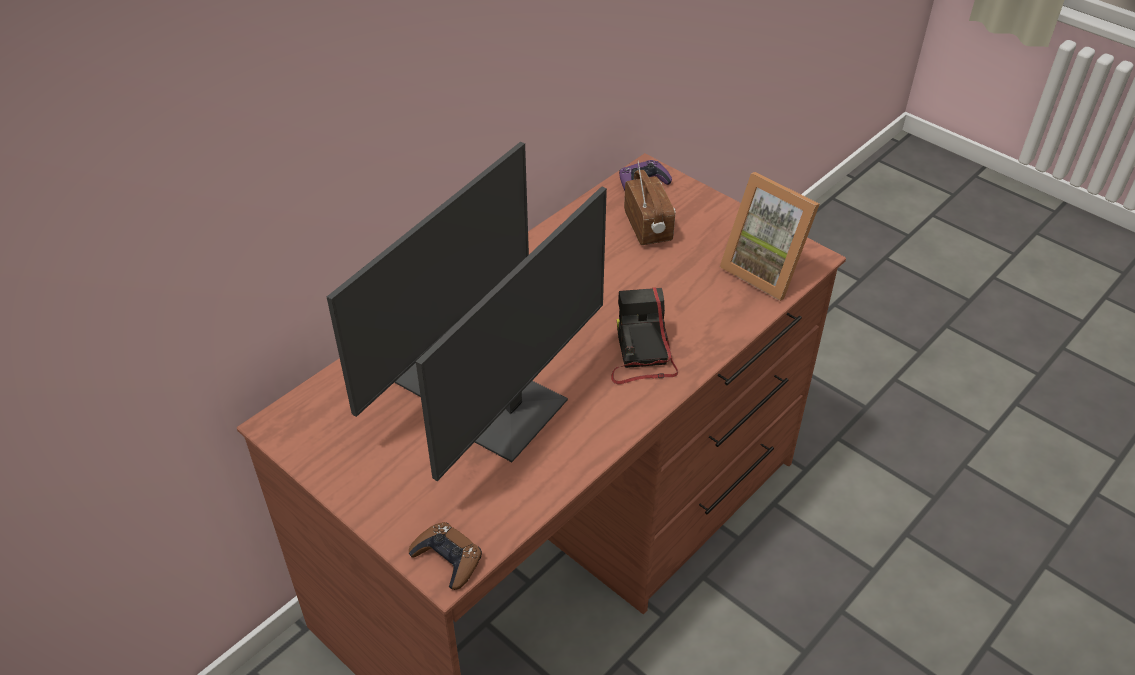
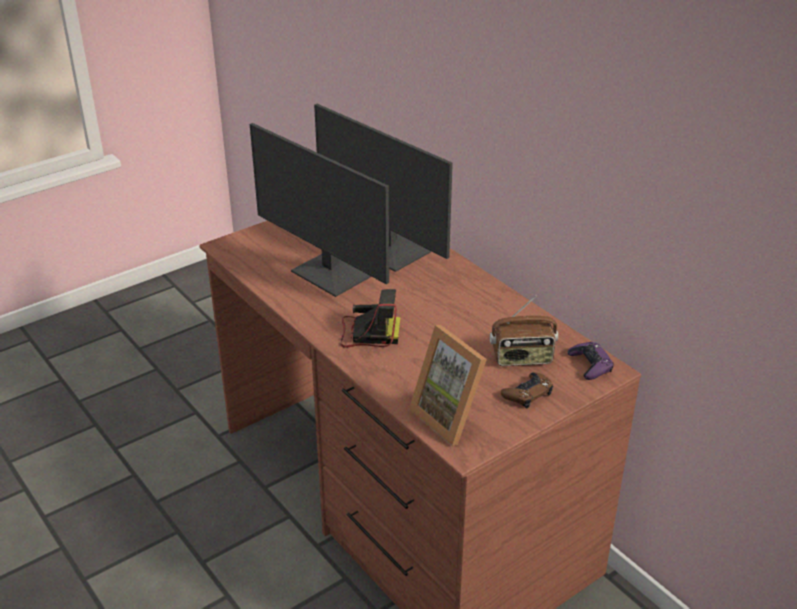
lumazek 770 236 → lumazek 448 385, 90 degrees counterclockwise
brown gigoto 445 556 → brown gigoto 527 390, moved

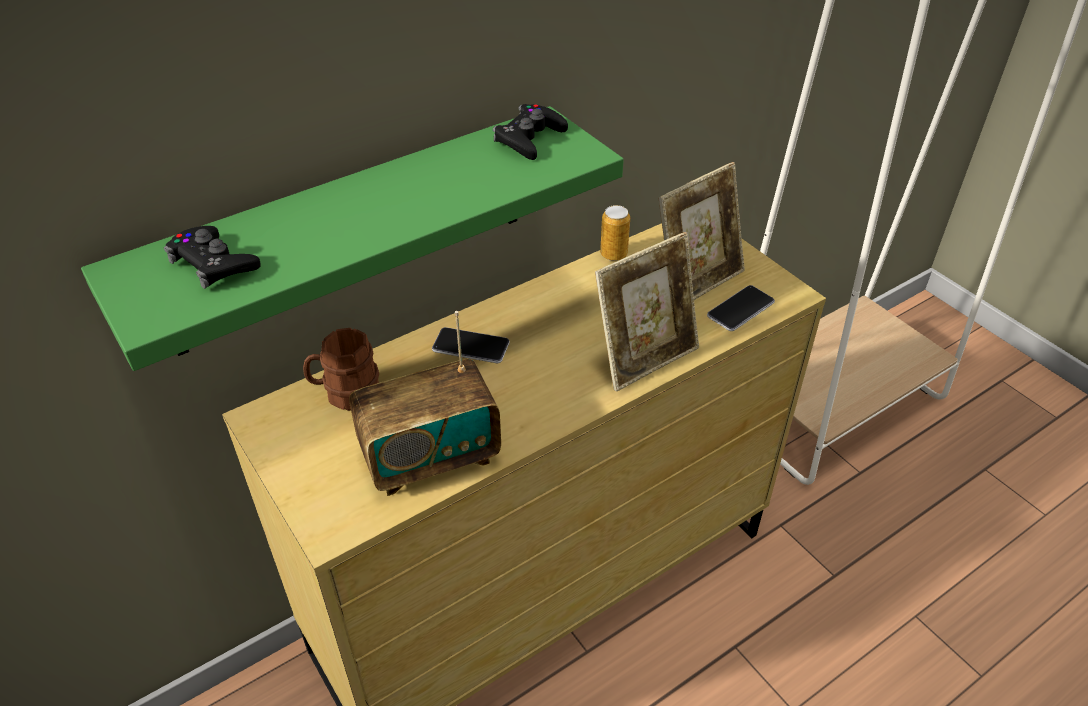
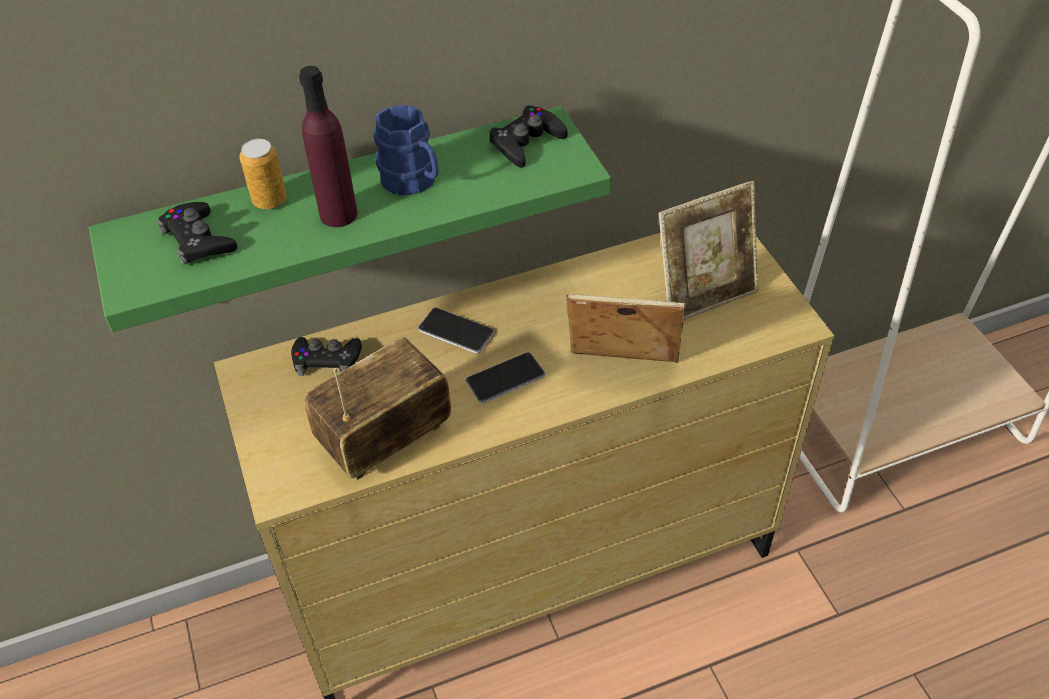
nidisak 615 233 → nidisak 263 174, moved
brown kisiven 341 369 → black gigoto 326 356
- → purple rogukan 328 146
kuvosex 425 403 → kuvosex 377 408, 150 degrees clockwise
- → blue kisiven 406 150
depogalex 741 308 → depogalex 505 377, moved
lumazek 647 312 → lumazek 626 328, 150 degrees counterclockwise

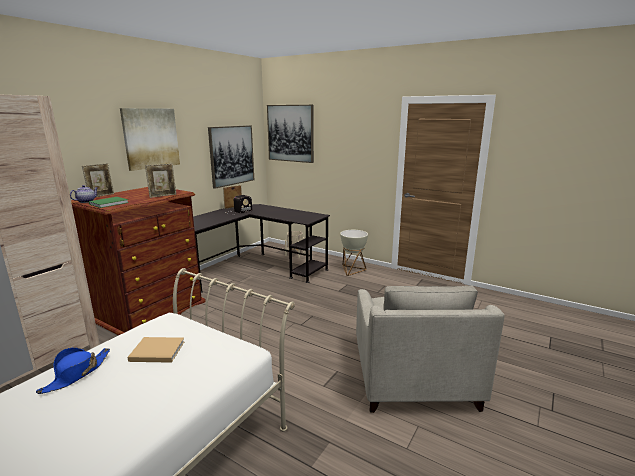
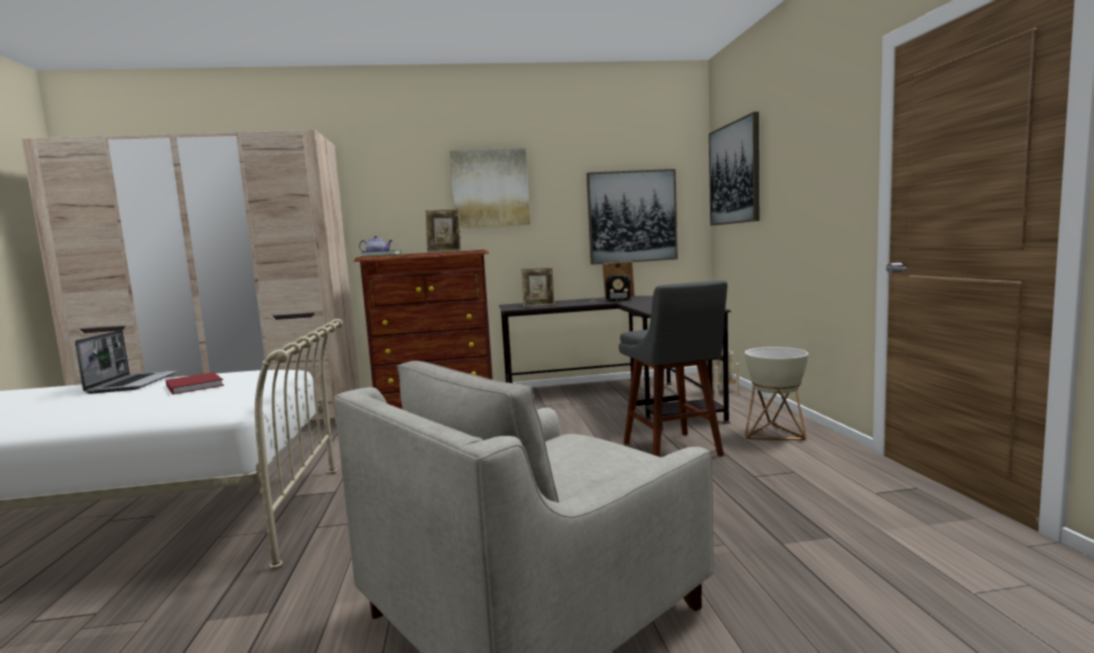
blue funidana 73 371 → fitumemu 126 362
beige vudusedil 156 350 → red vudusedil 194 383
lumazek 98 180 → lumazek 538 287, moved
- → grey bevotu 673 368

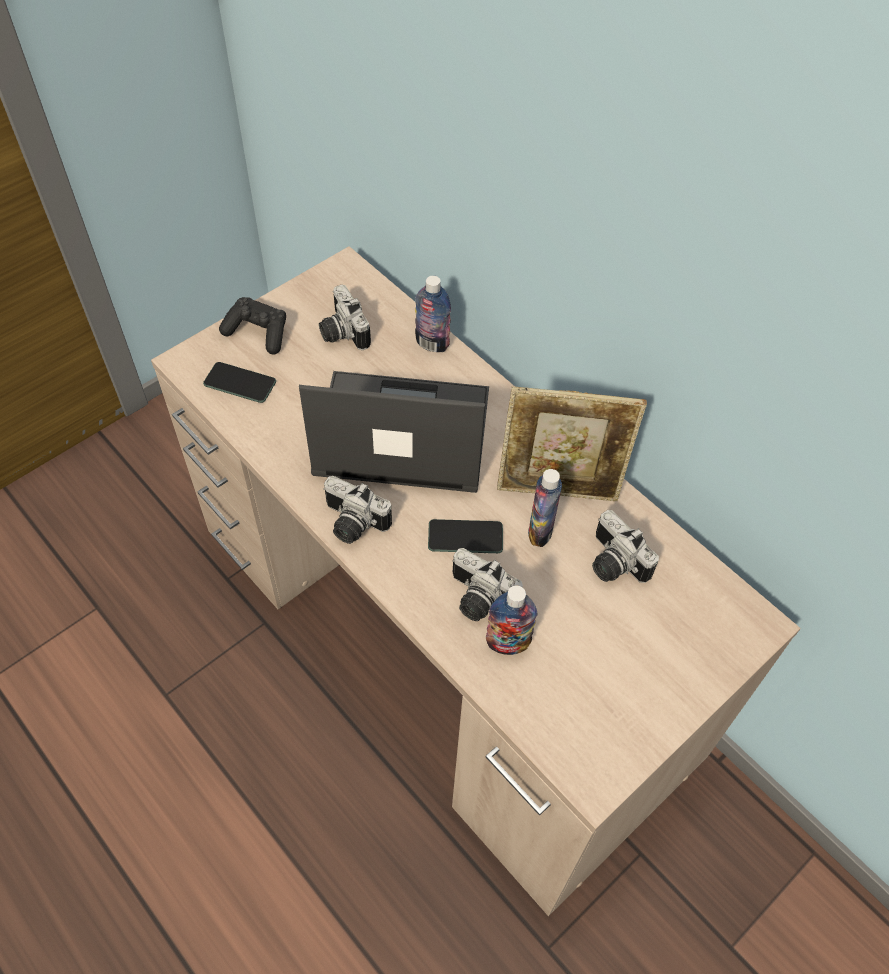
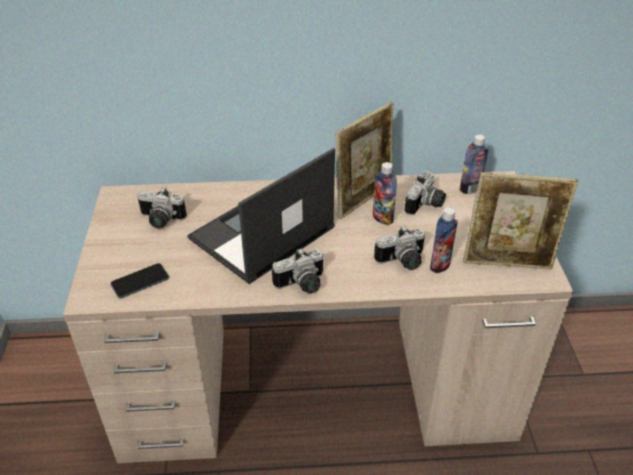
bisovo 625 546 → bisovo 425 193, 60 degrees counterclockwise
rogukan 433 314 → rogukan 474 164, moved
- → lumazek 521 220
black gigoto 252 326 → -
depogalex 465 536 → -

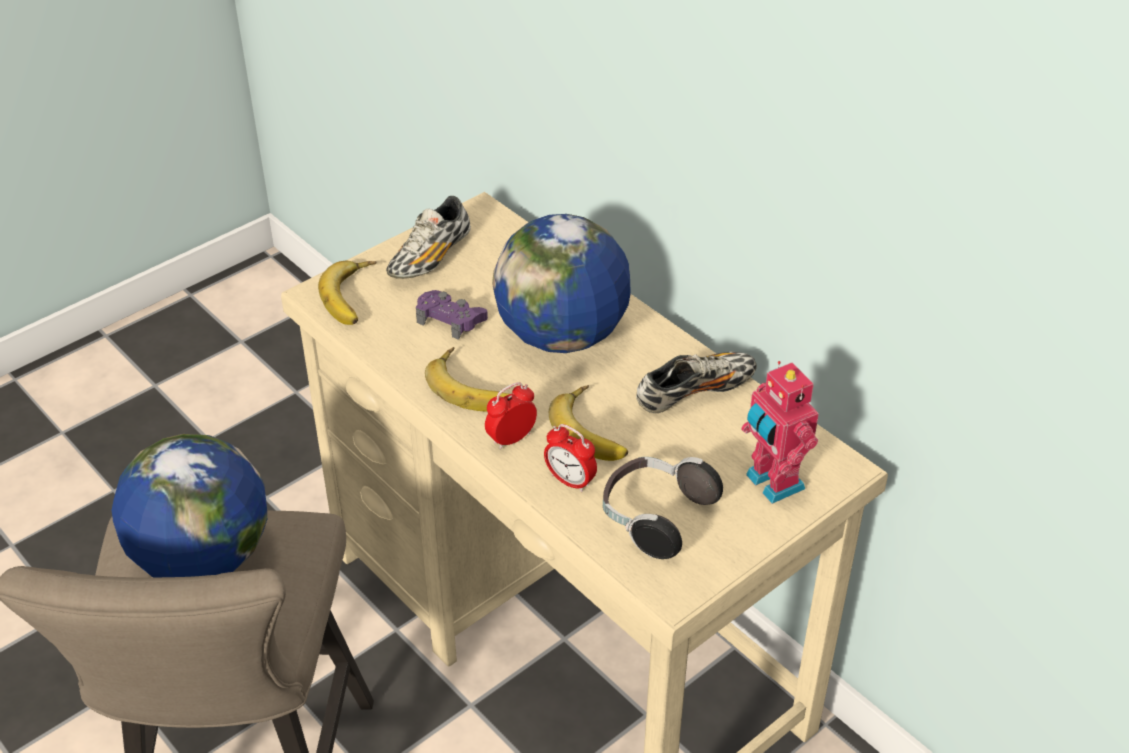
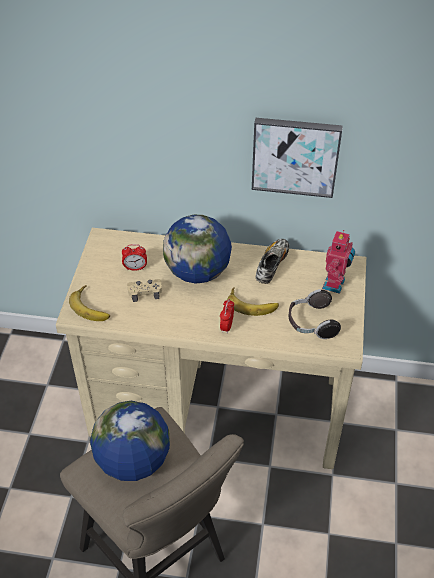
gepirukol 570 458 → gepirukol 134 257, moved
purple gigoto 452 315 → beige gigoto 144 290
- → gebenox 297 158
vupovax 780 432 → vupovax 338 262, 90 degrees counterclockwise
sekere 428 237 → -
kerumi 467 379 → -

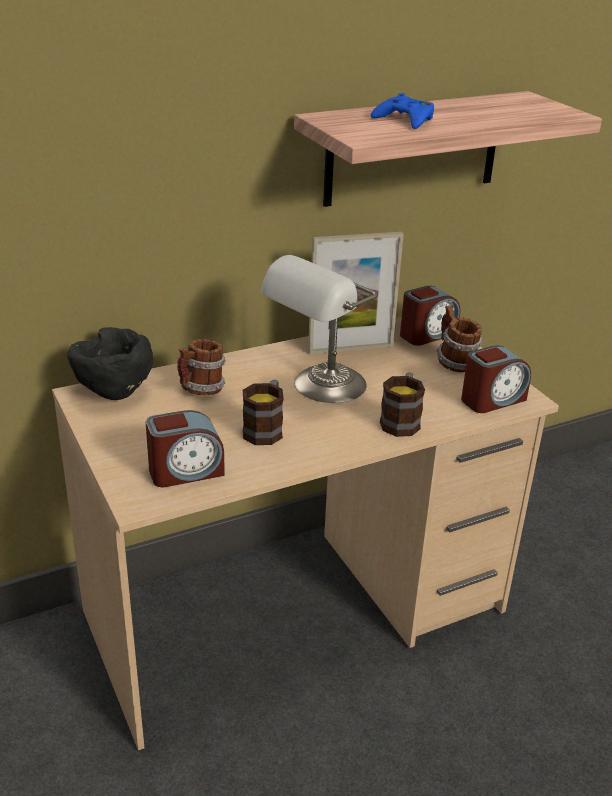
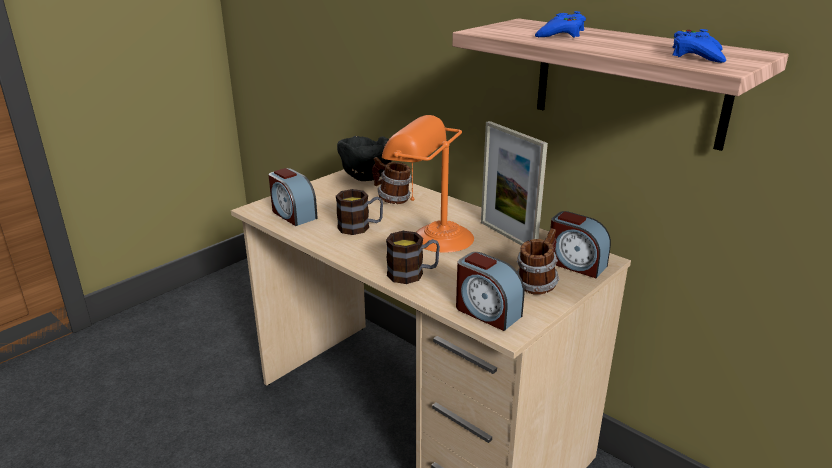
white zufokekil 319 329 → orange zufokekil 428 184
- → blue gigoto 699 46

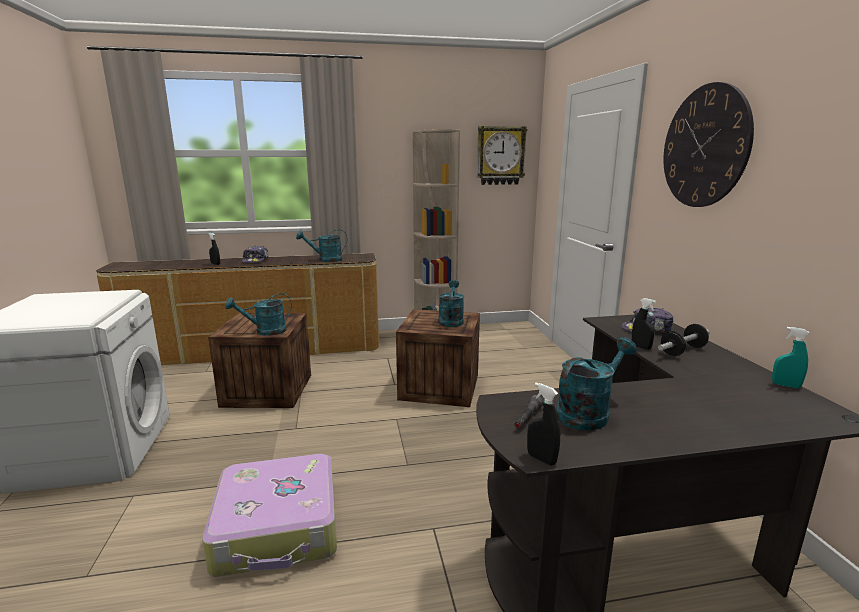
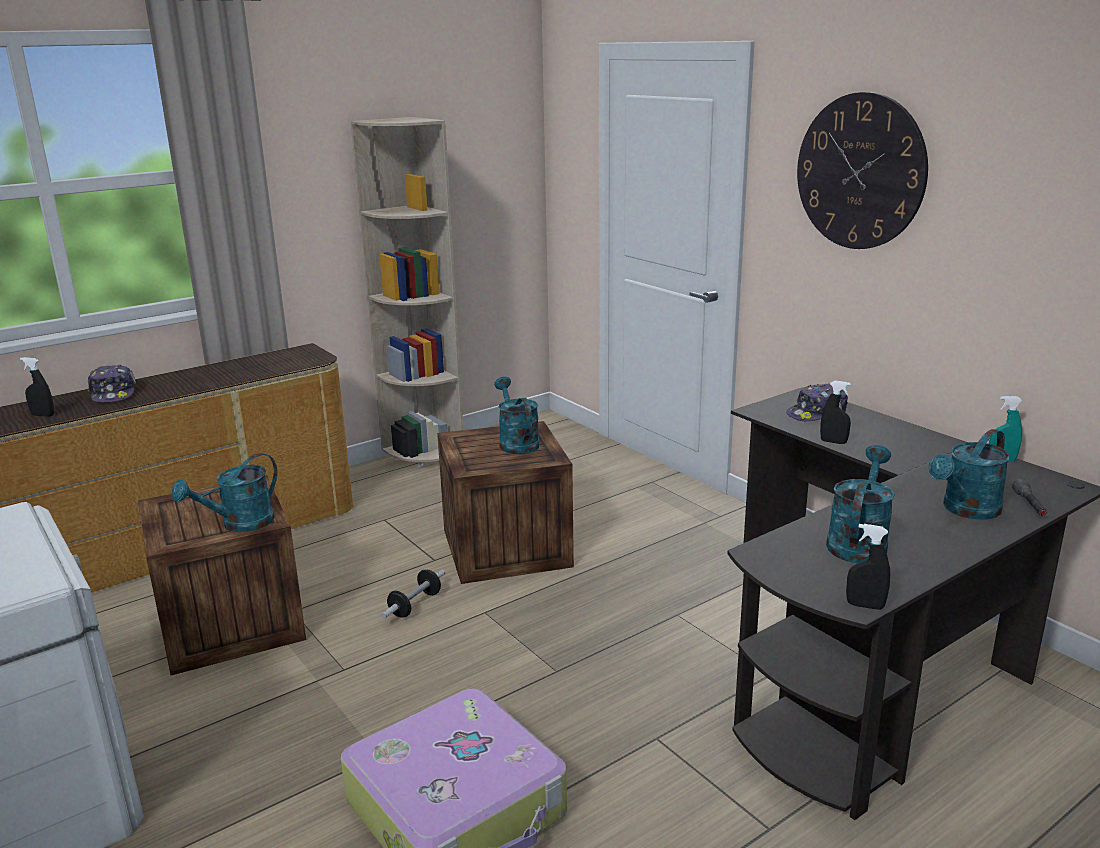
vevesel 684 340 → vevesel 413 594, moved
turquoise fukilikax 321 245 → turquoise fukilikax 969 474, moved
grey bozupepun 528 412 → grey bozupepun 1029 497, moved
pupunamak 502 155 → -

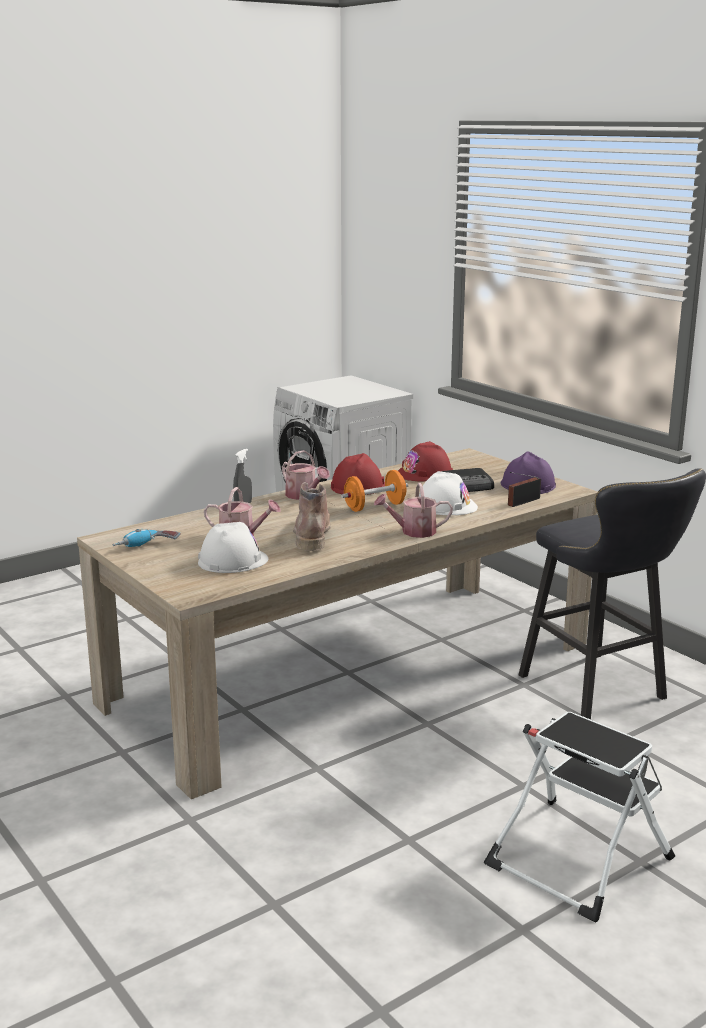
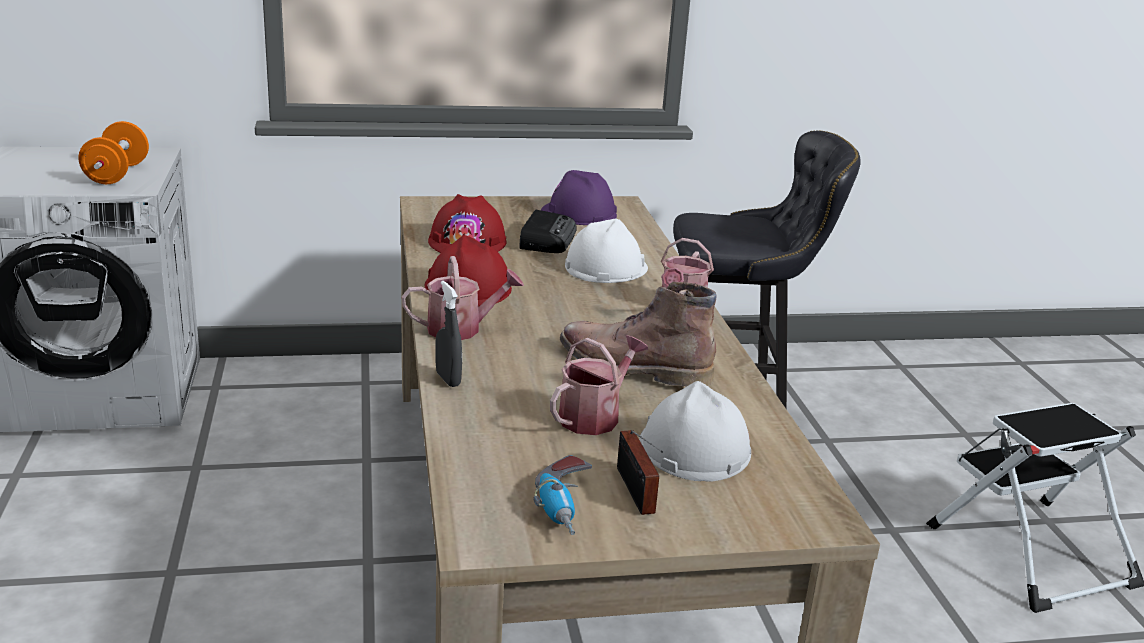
orange vevesel 374 491 → orange vevesel 113 152, moved
kuvosex 524 489 → kuvosex 640 472, moved

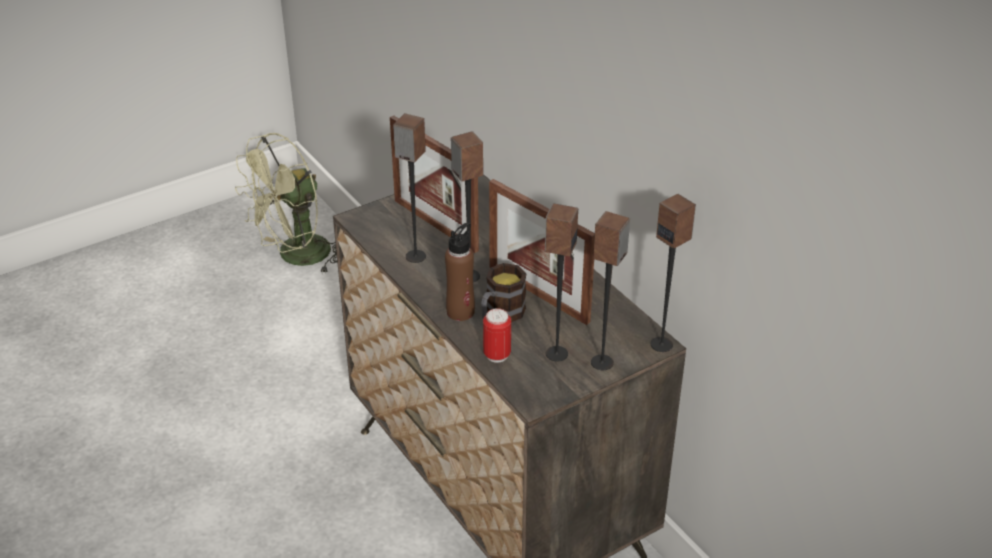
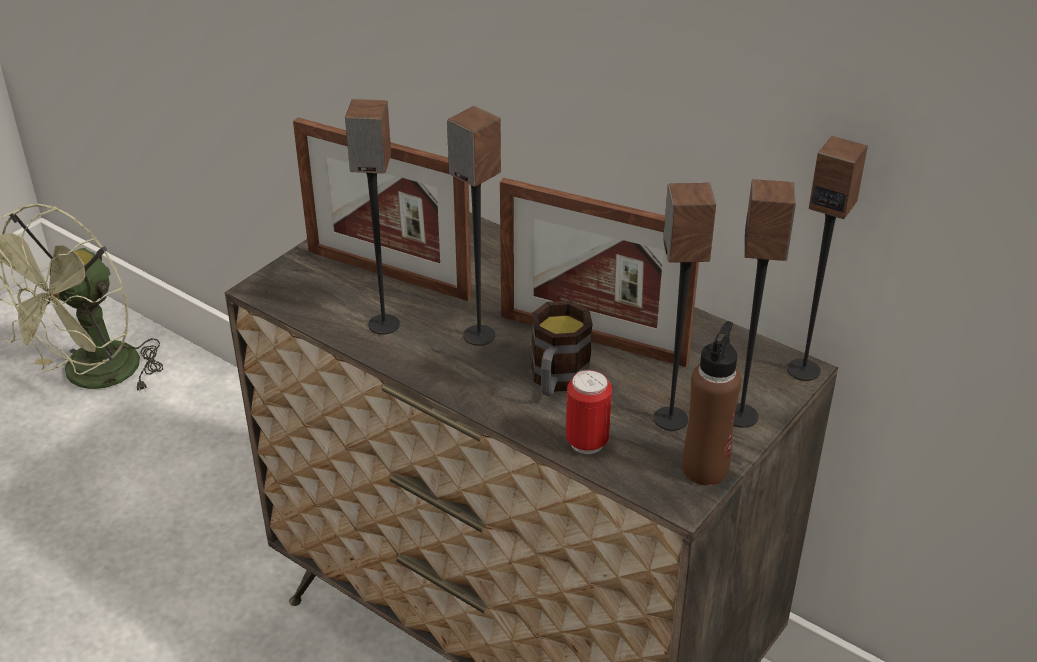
brown rogukan 460 271 → brown rogukan 711 403, moved

